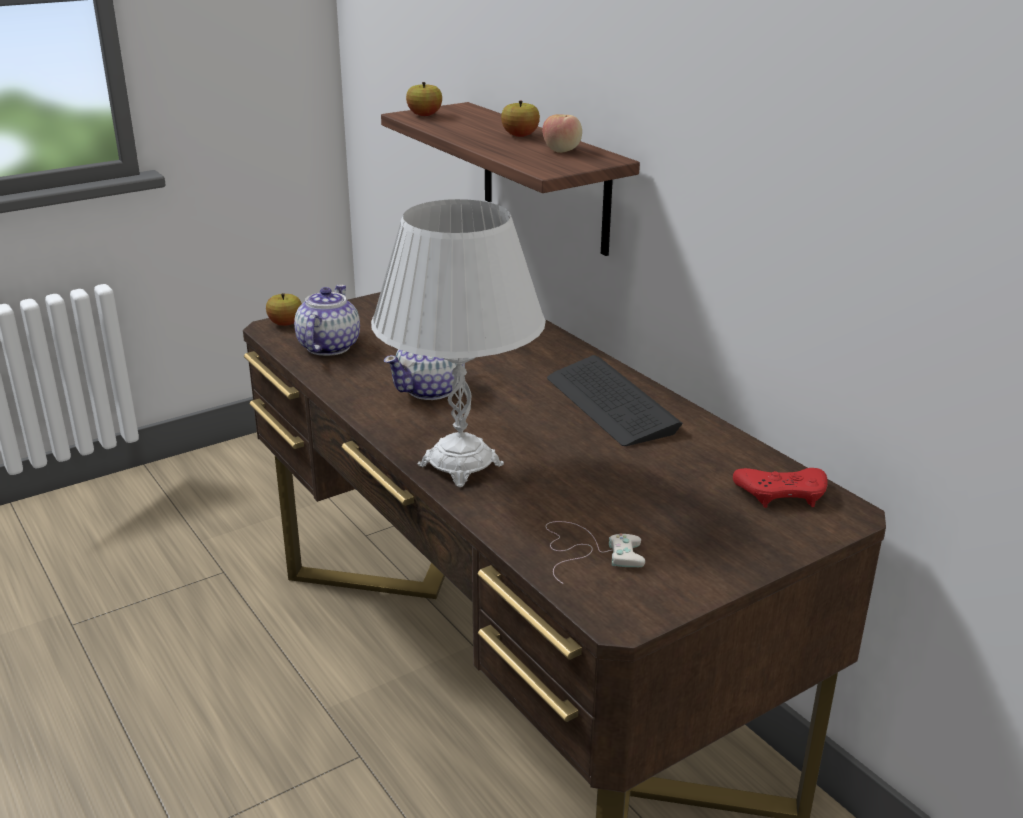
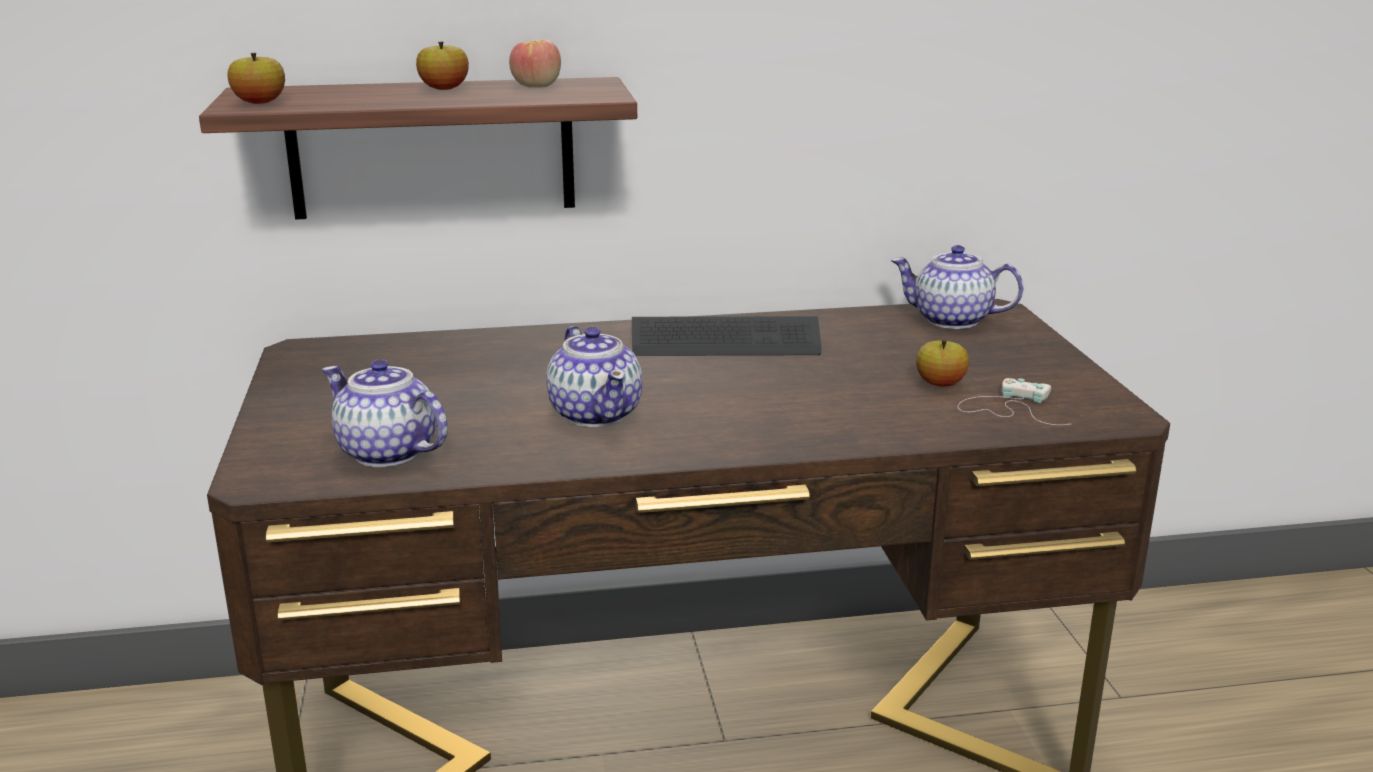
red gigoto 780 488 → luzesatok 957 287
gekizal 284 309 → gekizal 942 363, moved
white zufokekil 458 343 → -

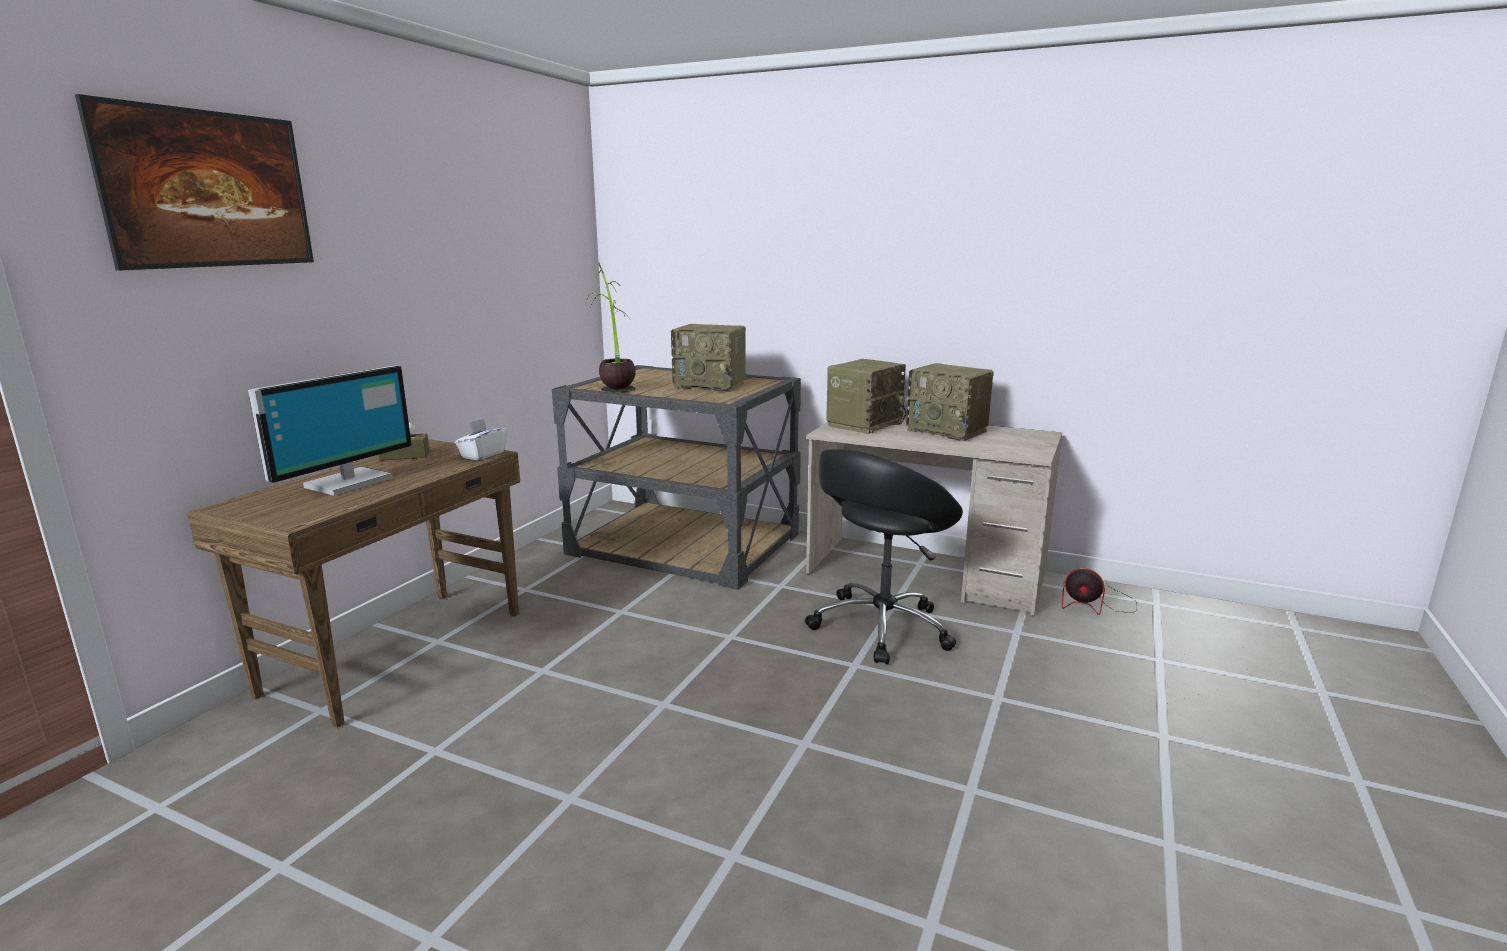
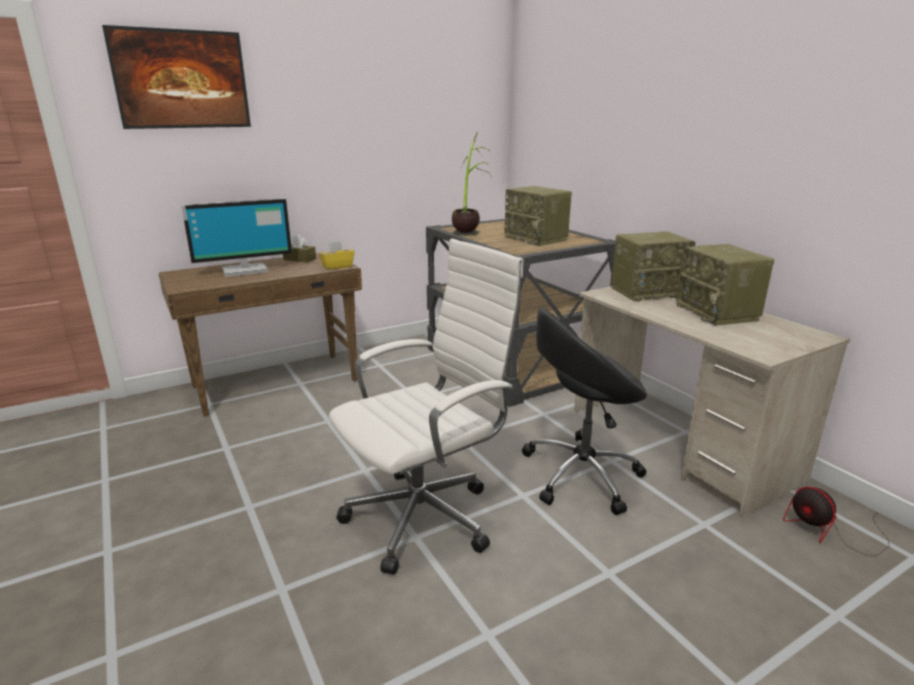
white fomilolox 481 439 → yellow fomilolox 336 255
- → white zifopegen 426 407

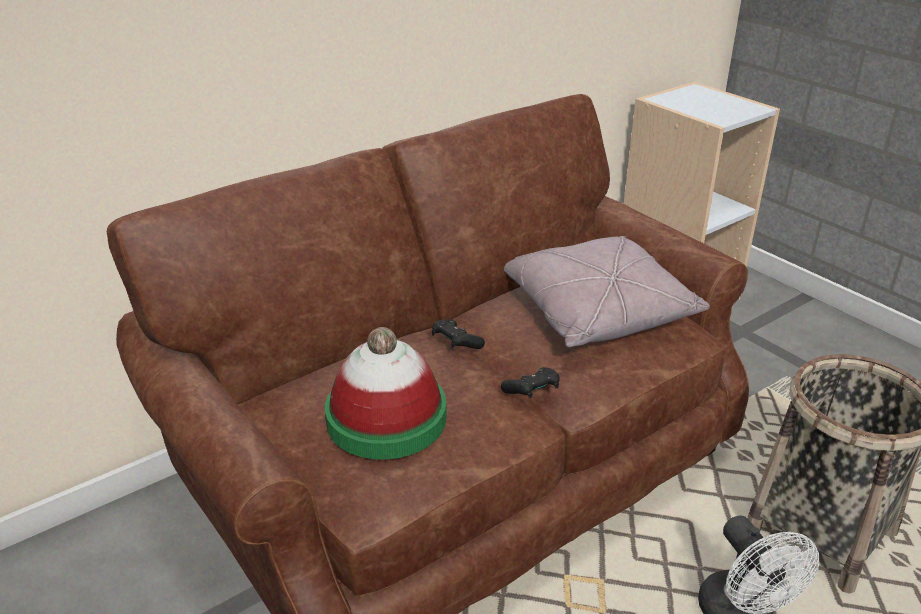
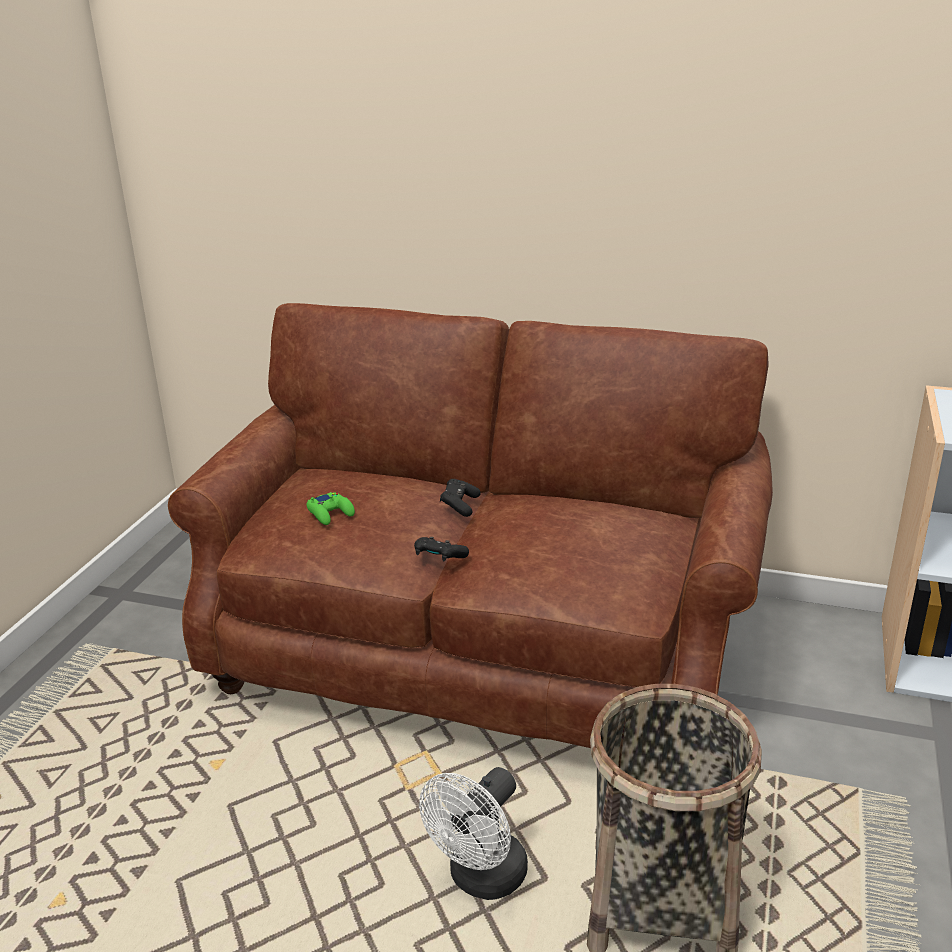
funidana 386 393 → green gigoto 331 508
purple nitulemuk 607 291 → -

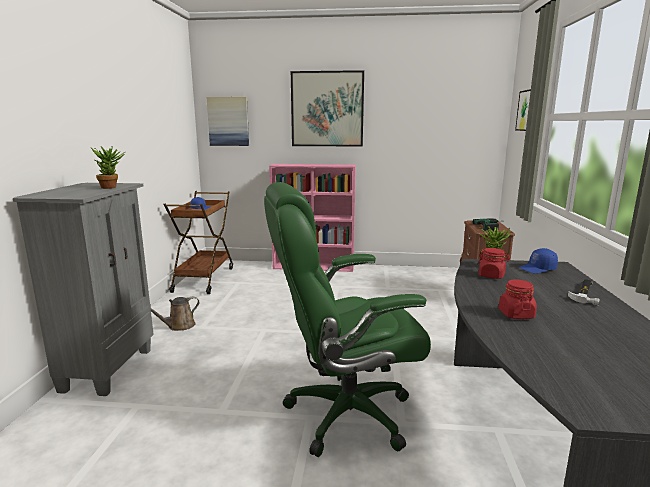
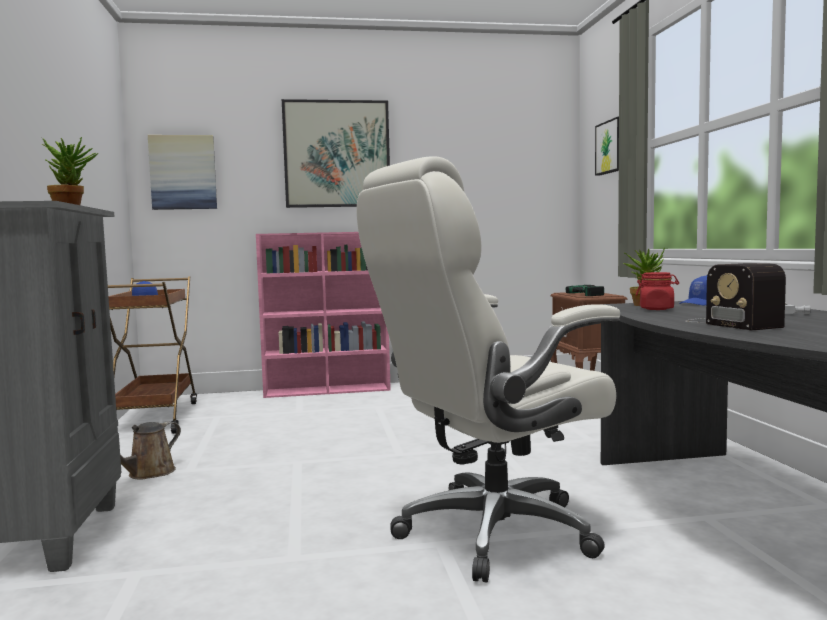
green zifopegen 347 319 → white zifopegen 488 369
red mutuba 518 299 → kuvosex 735 297

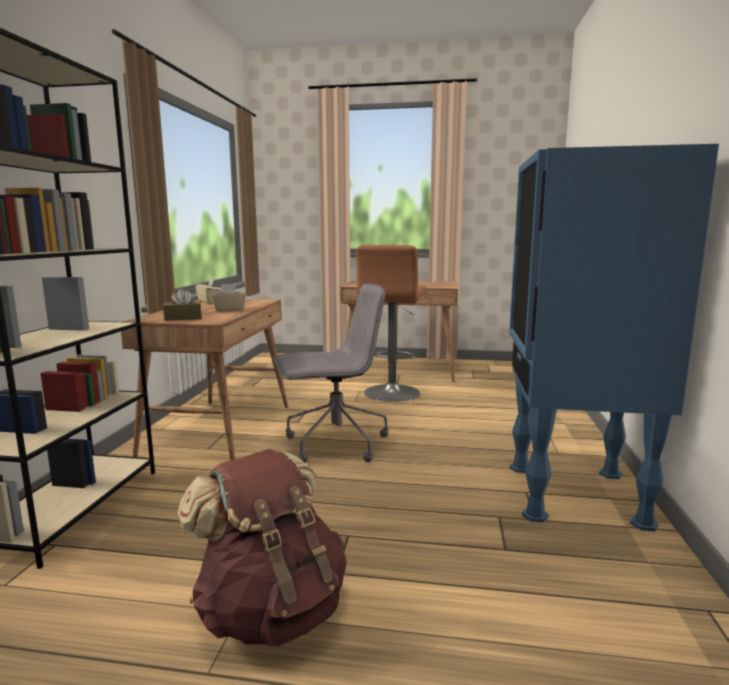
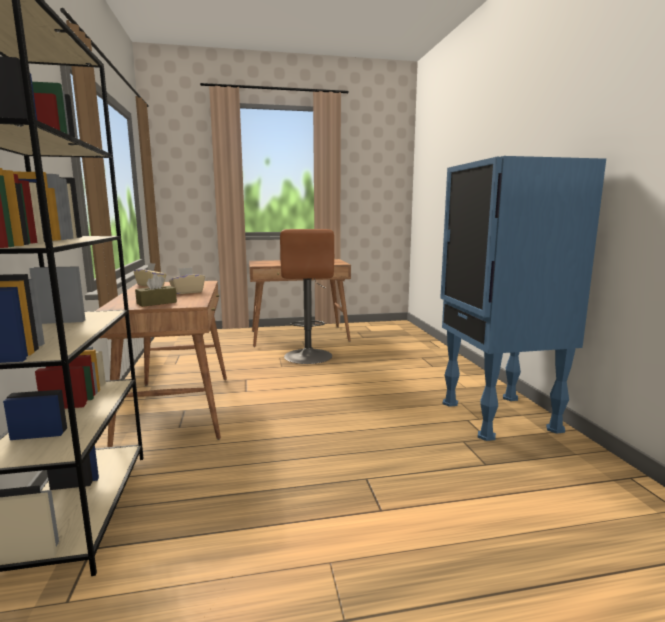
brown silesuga 262 548 → -
grey zifopegen 331 373 → -

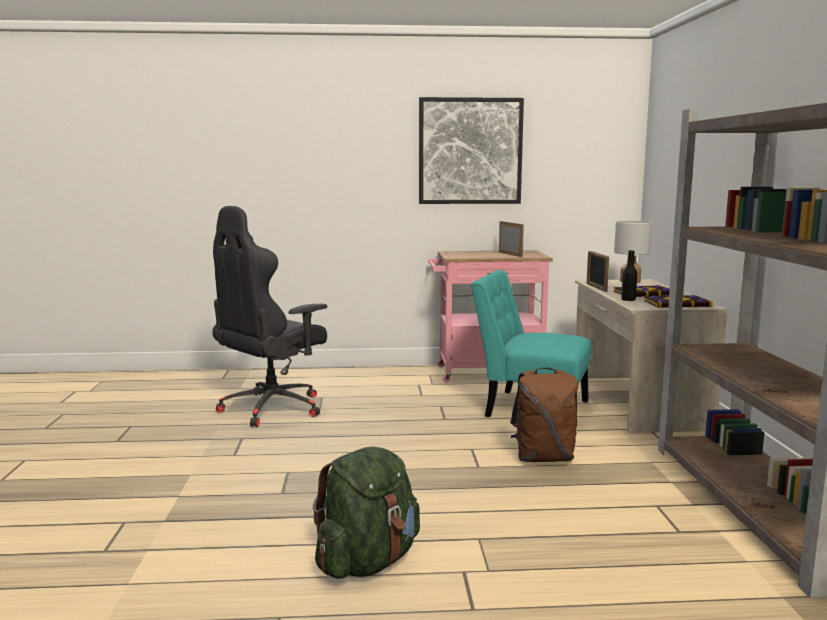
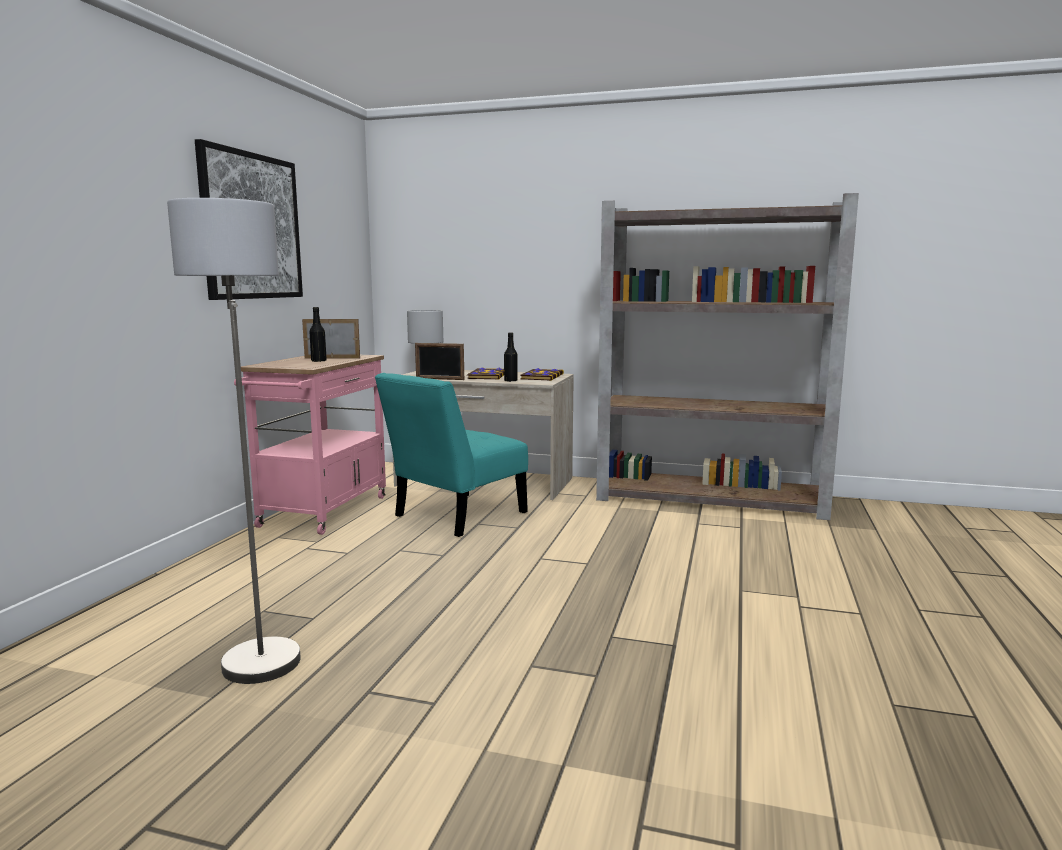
black zifopegen 269 316 → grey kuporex 234 441
- → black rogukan 318 334
green silesuga 366 512 → -
brown silesuga 544 414 → -

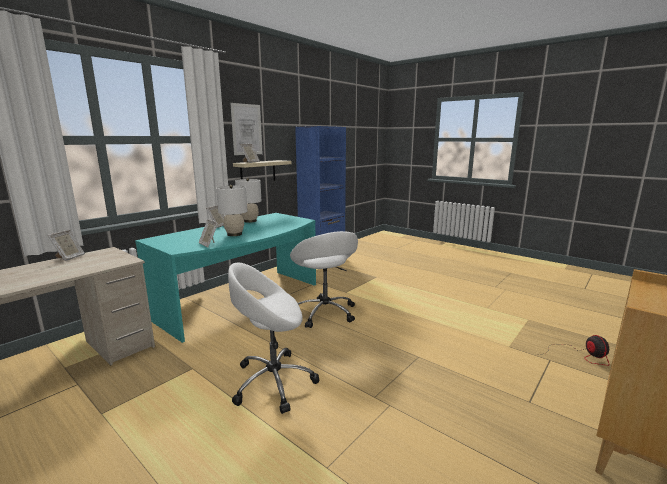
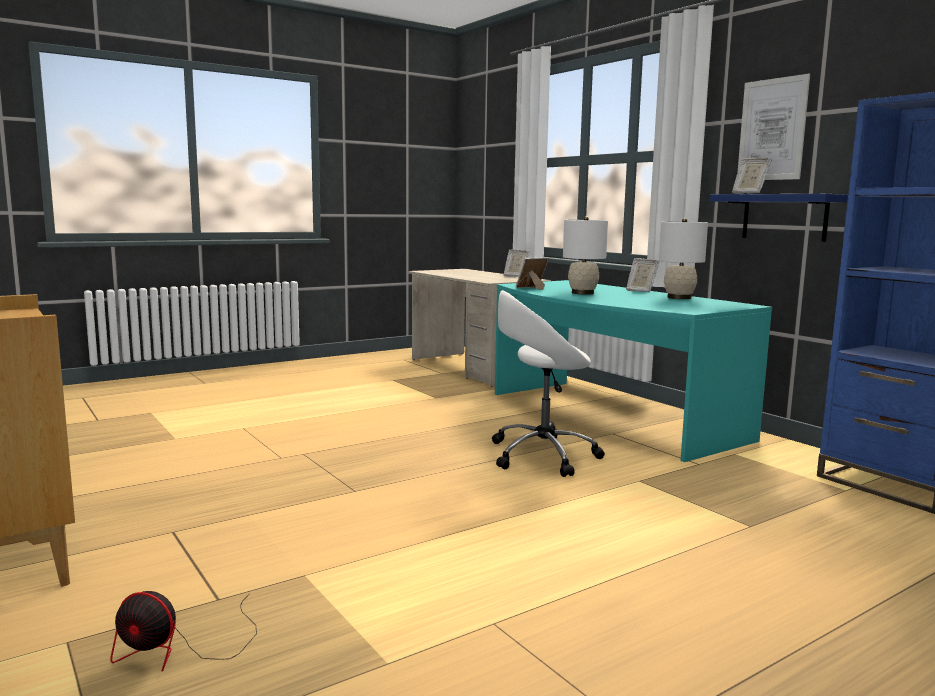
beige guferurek 262 170 → blue guferurek 779 218
white zifopegen 274 338 → -

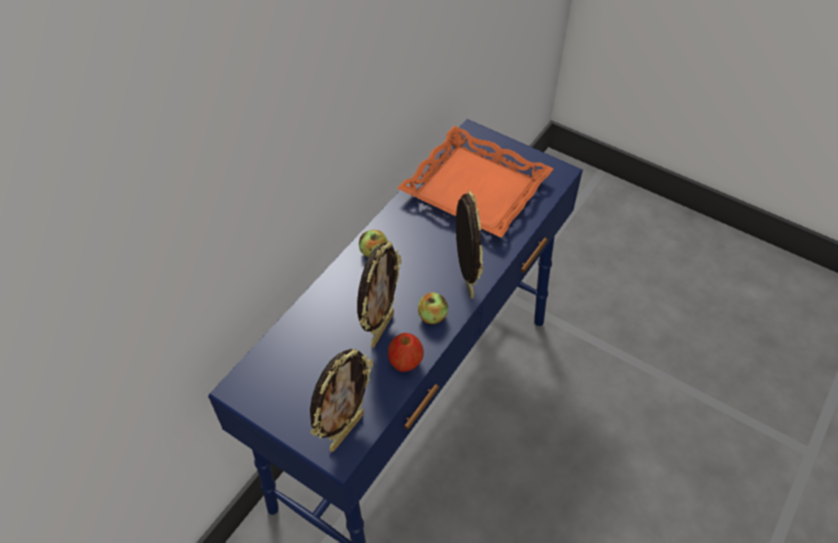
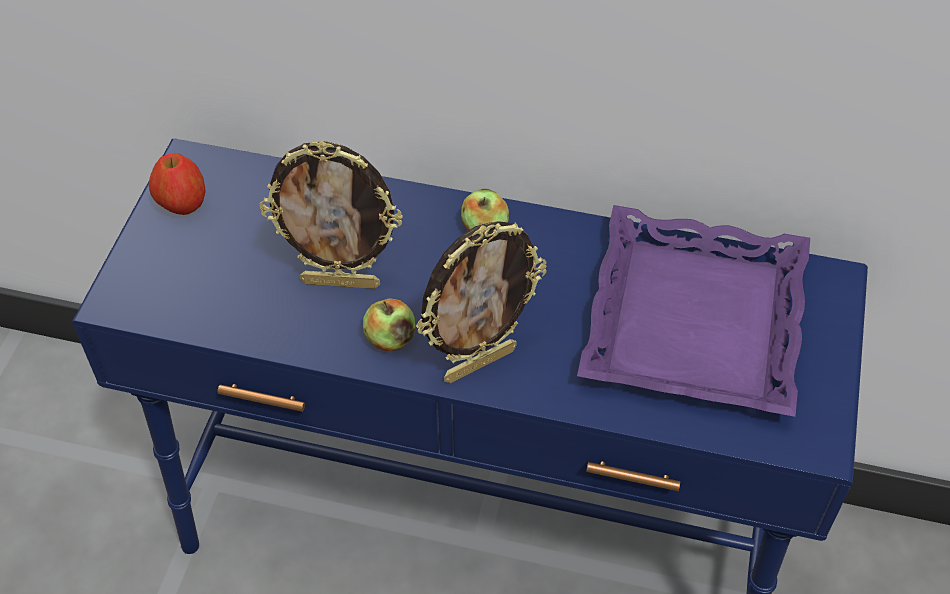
gekizal 406 352 → gekizal 177 184, moved
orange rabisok 475 182 → purple rabisok 693 311
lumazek 341 400 → -

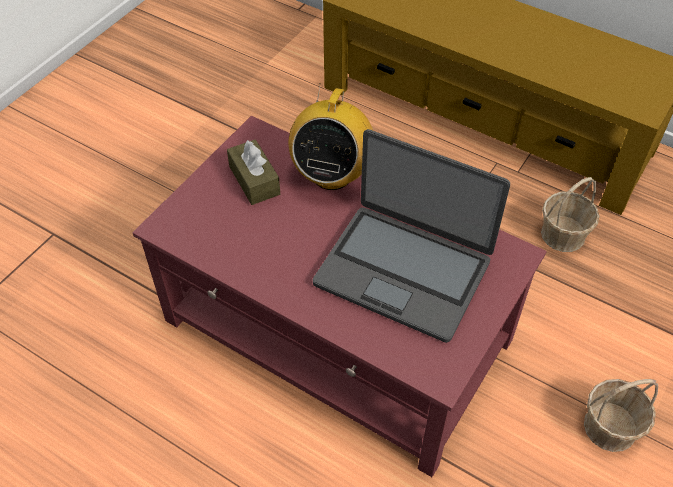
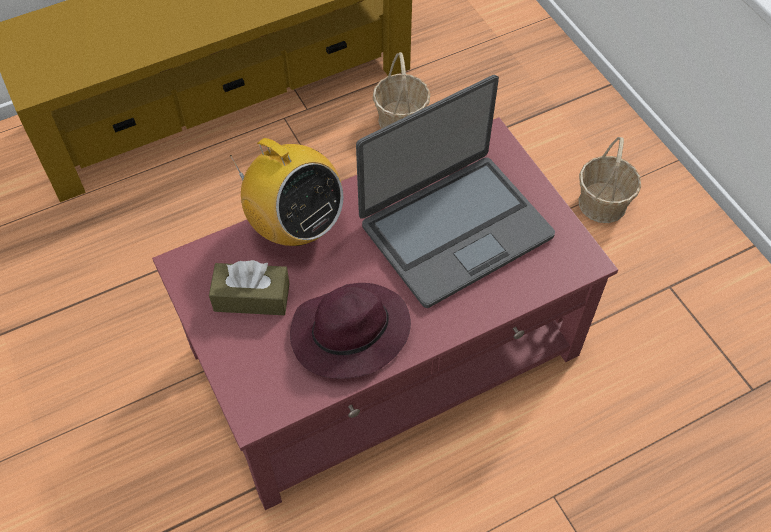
- → purple funidana 350 331

